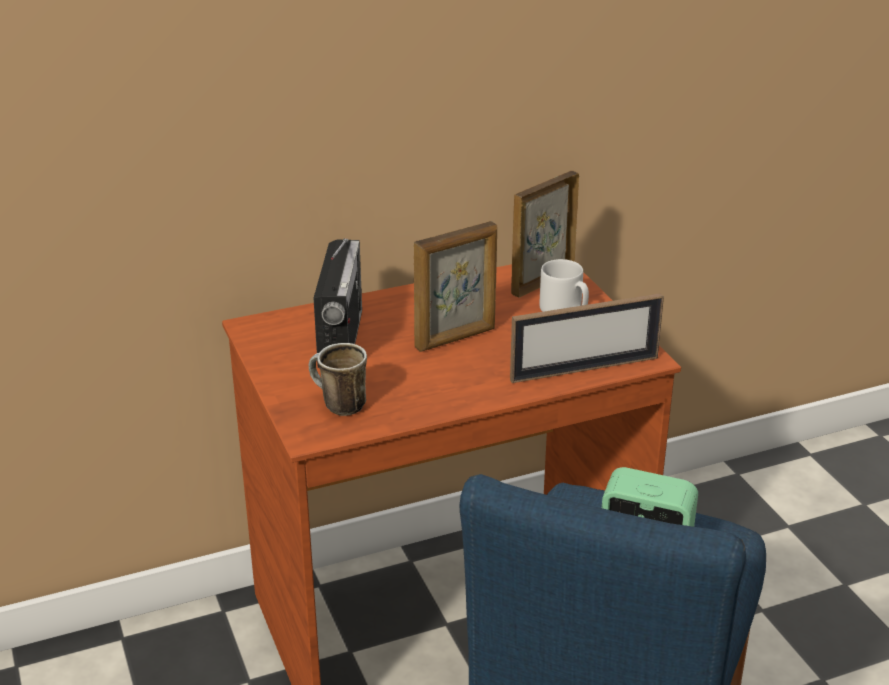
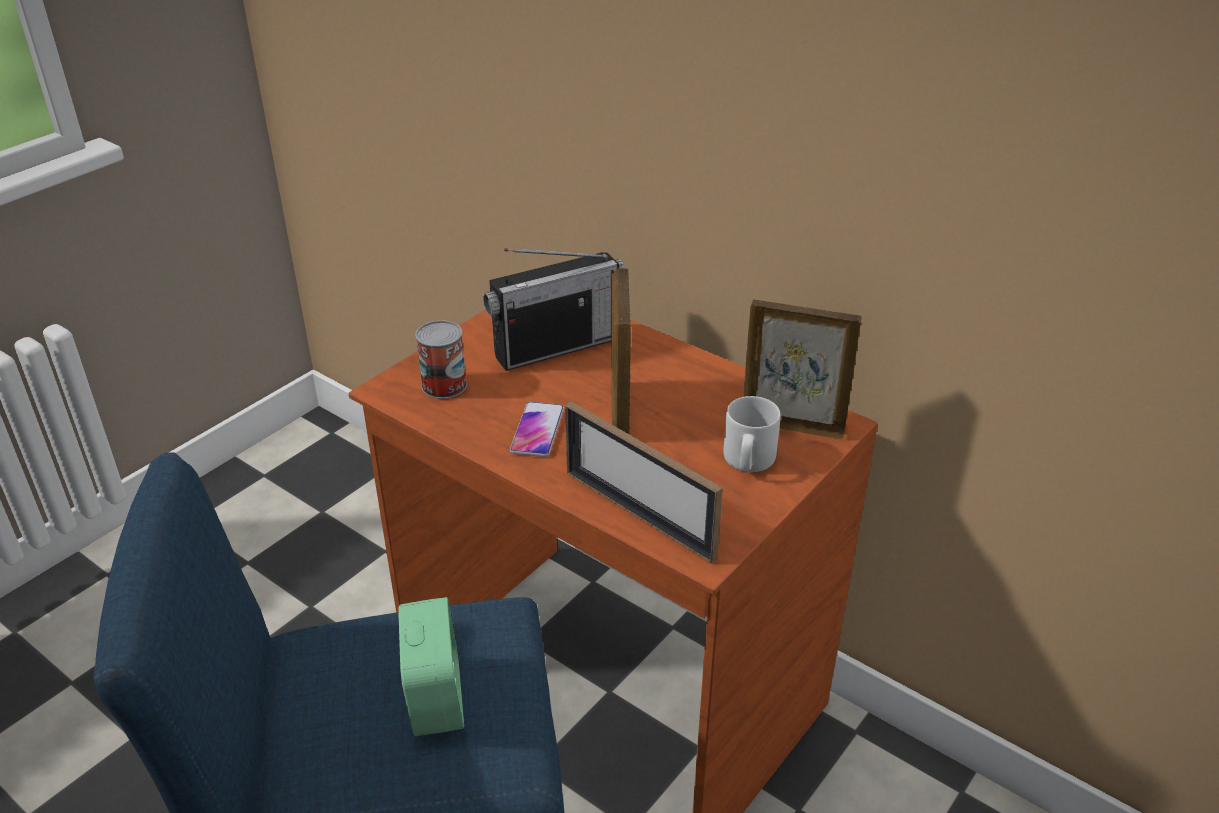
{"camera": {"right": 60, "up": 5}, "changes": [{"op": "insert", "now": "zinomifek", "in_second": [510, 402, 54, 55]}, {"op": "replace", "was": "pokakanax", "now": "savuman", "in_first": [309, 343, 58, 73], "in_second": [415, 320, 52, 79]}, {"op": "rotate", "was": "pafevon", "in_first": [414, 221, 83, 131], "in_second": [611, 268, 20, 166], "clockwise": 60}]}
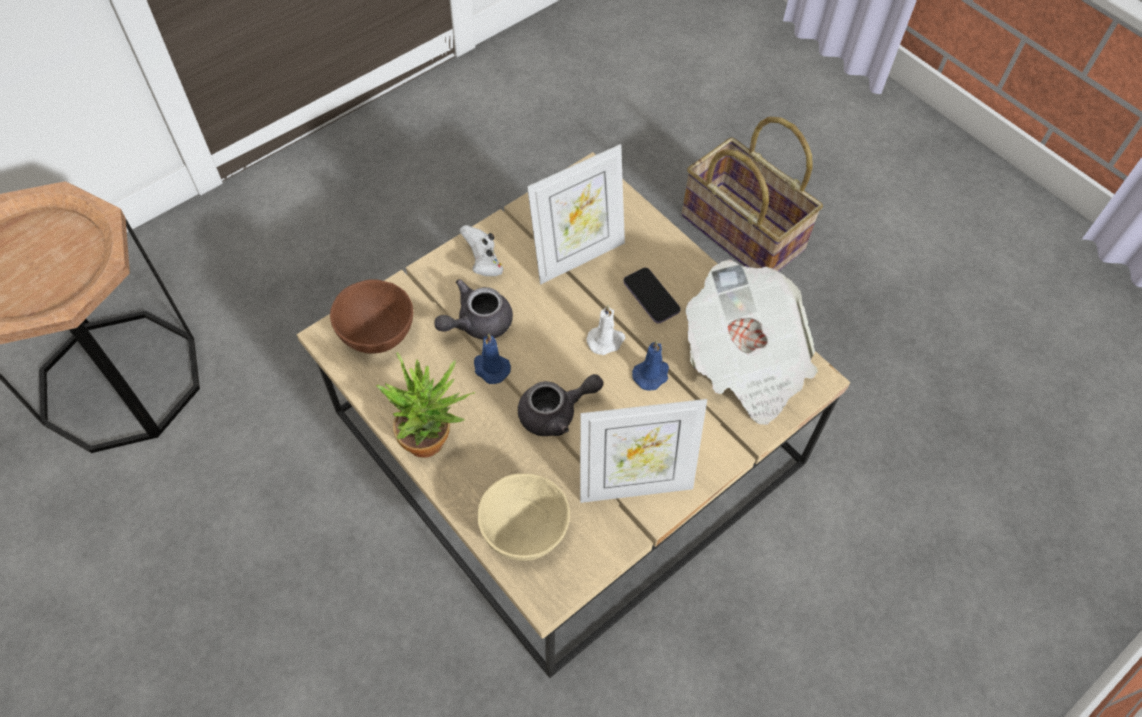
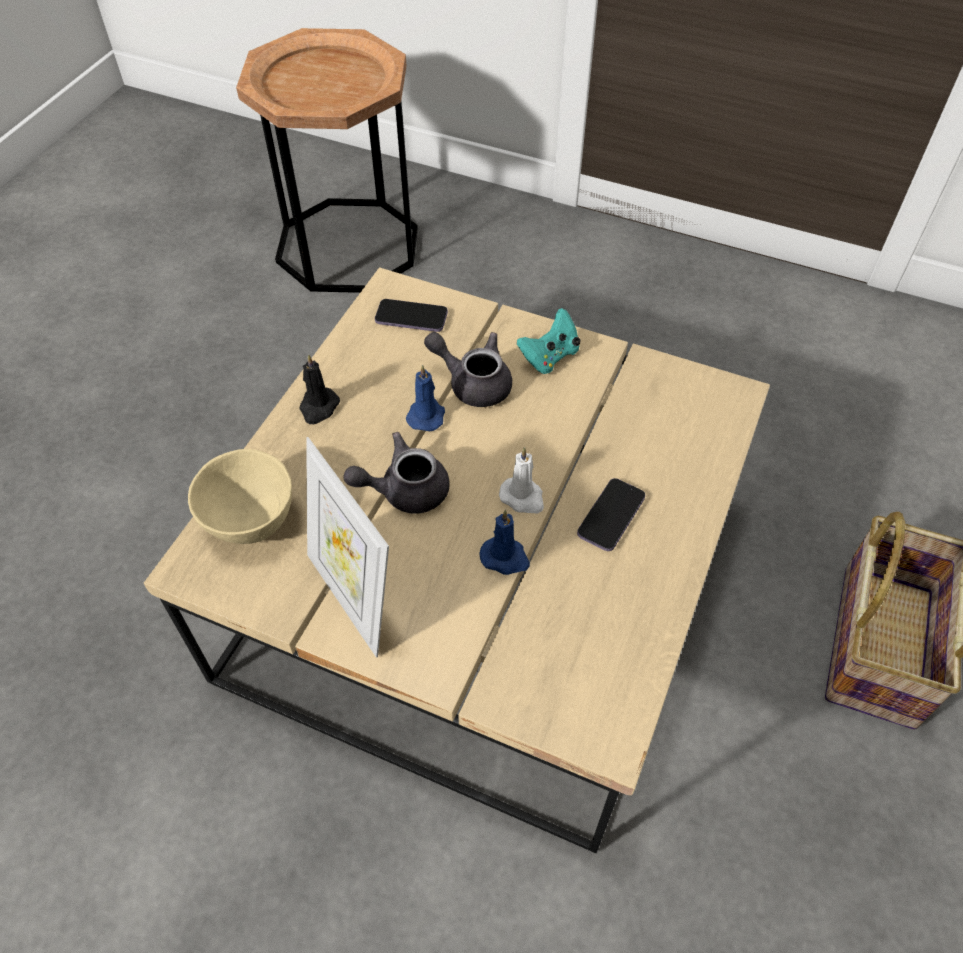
{"camera": {"right": 65, "up": -5}, "changes": [{"op": "delete", "was": "pafevon", "in_first": [527, 144, 98, 140]}, {"op": "delete", "was": "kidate", "in_first": [685, 259, 133, 166]}, {"op": "replace", "was": "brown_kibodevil", "now": "zinomifek", "in_first": [330, 279, 83, 75], "in_second": [375, 299, 73, 33]}, {"op": "replace", "was": "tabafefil", "now": "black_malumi", "in_first": [376, 352, 99, 106], "in_second": [299, 354, 41, 70]}, {"op": "recolor", "was": "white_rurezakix", "now": "turquoise_rurezakix", "in_first": [459, 225, 44, 51], "in_second": [517, 308, 63, 66]}, {"op": "rotate", "was": "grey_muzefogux", "in_first": [518, 374, 85, 62], "in_second": [343, 432, 107, 82], "clockwise": 120}]}
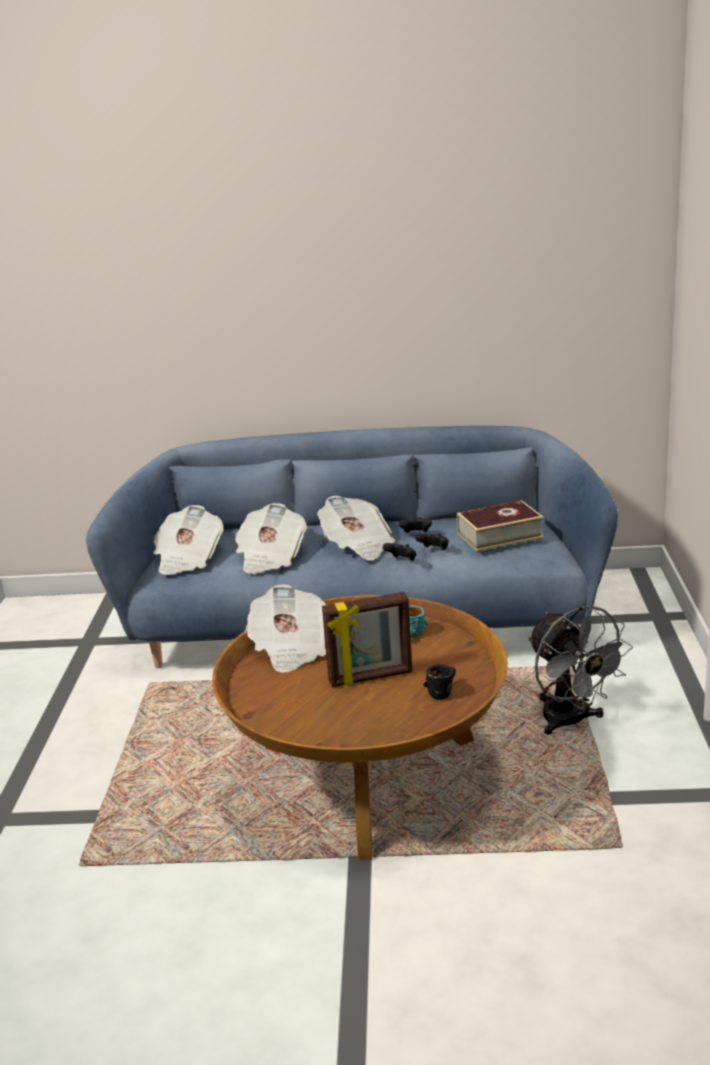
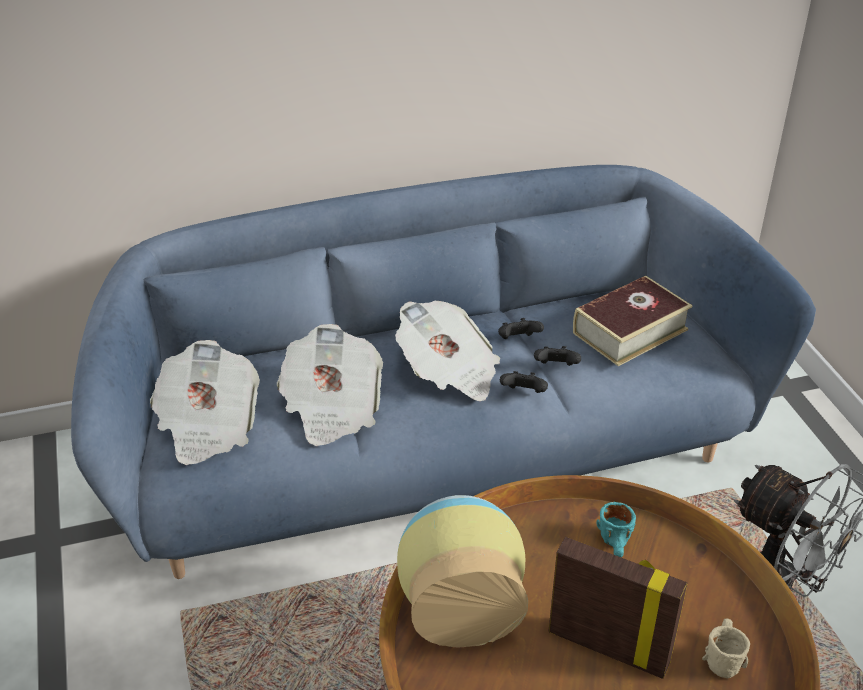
{"camera": {"right": -20, "up": 15}, "changes": [{"op": "replace", "was": "kidate", "now": "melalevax", "in_first": [245, 585, 81, 88], "in_second": [397, 495, 131, 153]}, {"op": "recolor", "was": "black_pokakanax", "now": "beige_pokakanax", "in_first": [424, 664, 32, 36], "in_second": [702, 618, 48, 60]}, {"op": "rotate", "was": "pafevon", "in_first": [322, 592, 90, 95], "in_second": [548, 537, 140, 142], "clockwise": -120}]}
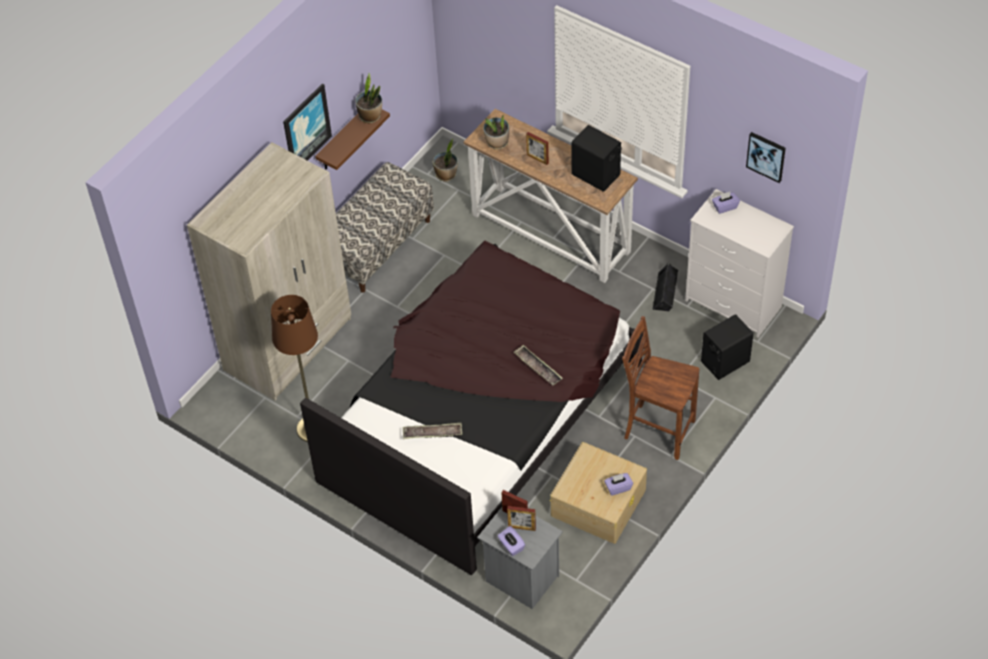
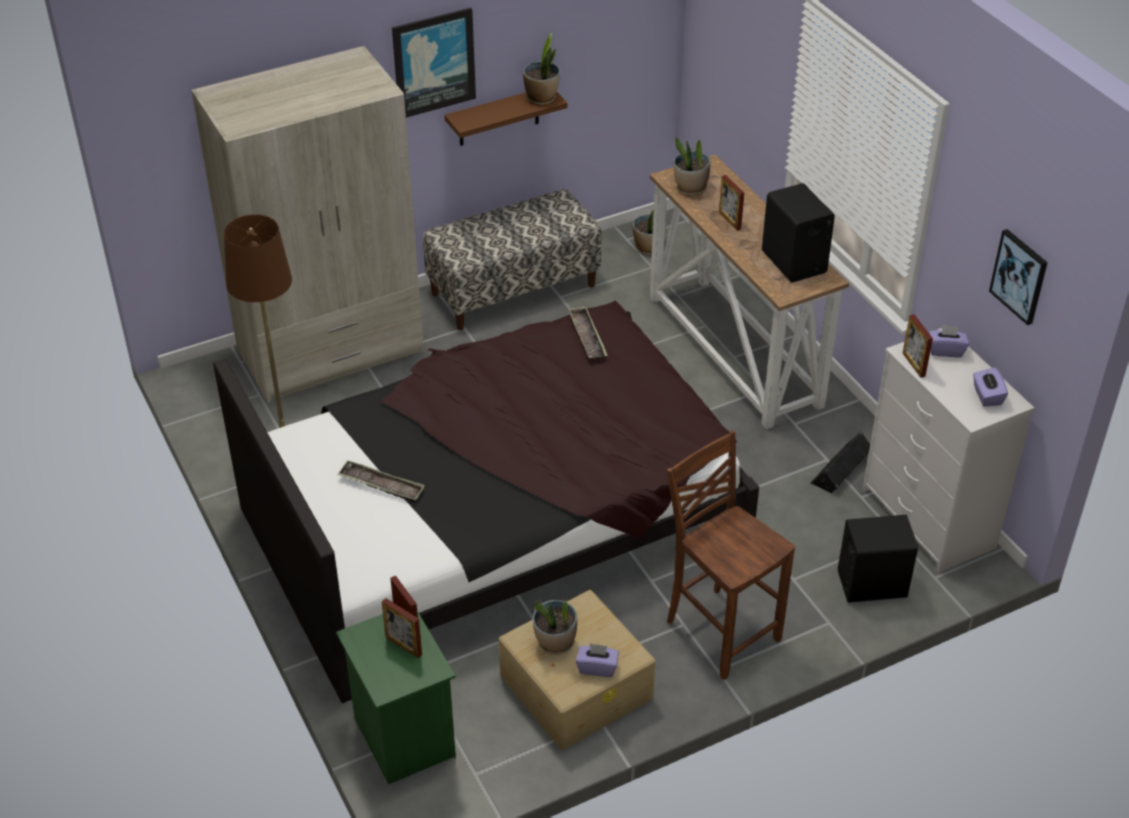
{"camera": {"right": 25, "up": -10}, "changes": [{"op": "insert", "now": "tabafefil", "in_second": [533, 600, 44, 55]}, {"op": "insert", "now": "pafevon", "in_second": [903, 314, 30, 64]}, {"op": "move", "was": "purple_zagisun", "in_first": [498, 526, 27, 30], "in_second": [973, 368, 35, 39]}, {"op": "move", "was": "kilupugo", "in_first": [514, 345, 49, 40], "in_second": [568, 307, 40, 52]}, {"op": "recolor", "was": "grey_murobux", "now": "green_murobux", "in_first": [477, 507, 86, 102], "in_second": [336, 611, 120, 173]}]}
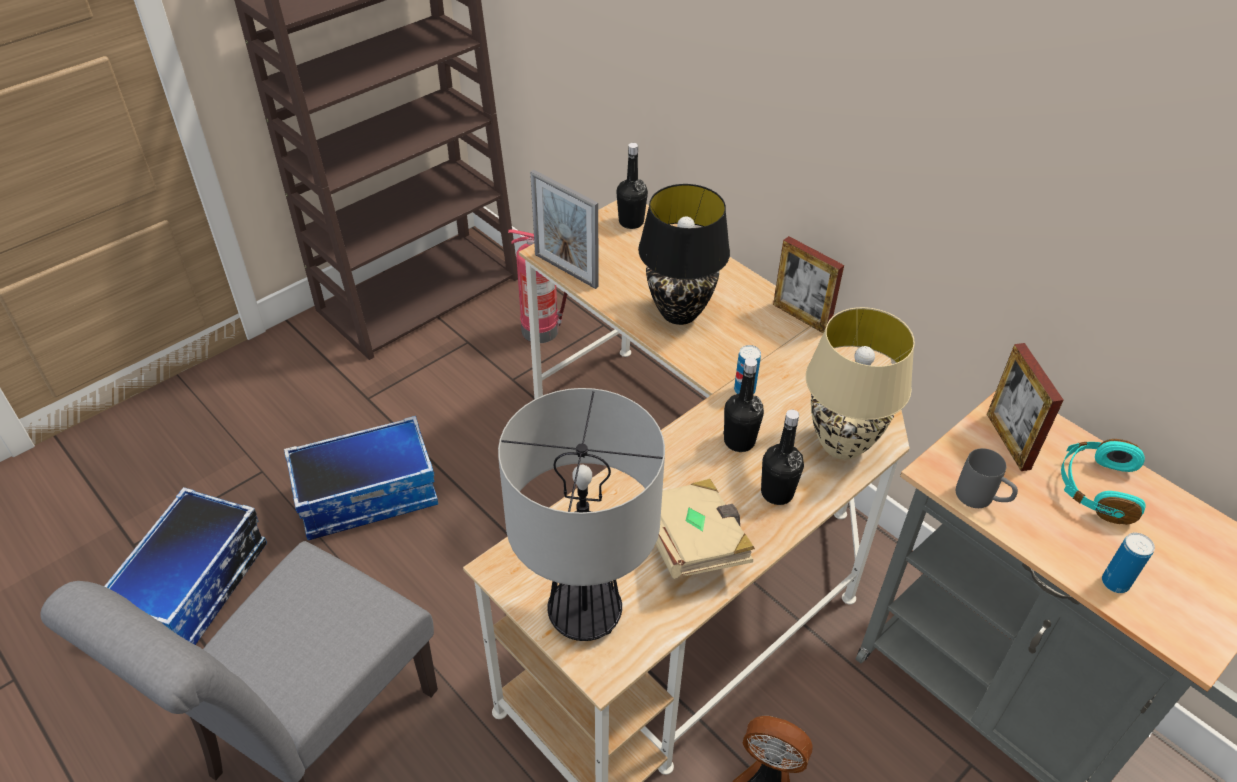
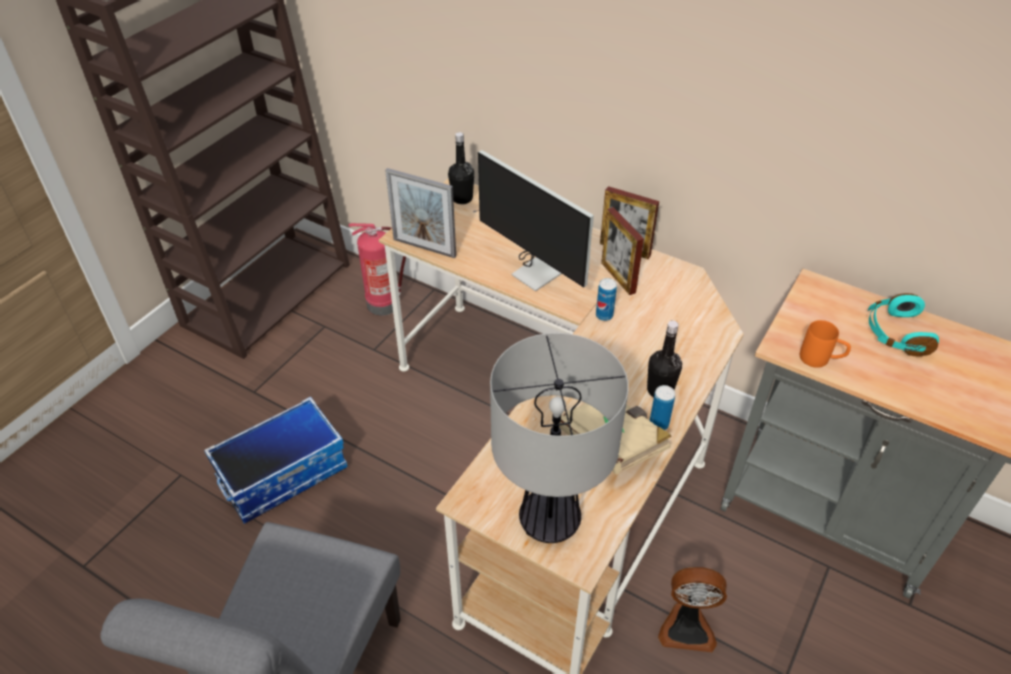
{"camera": {"right": -15, "up": 0}, "changes": [{"op": "delete", "was": "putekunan", "in_first": [104, 487, 163, 158]}, {"op": "delete", "was": "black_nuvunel", "in_first": [723, 358, 41, 94]}, {"op": "delete", "was": "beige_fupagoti", "in_first": [806, 307, 109, 153]}, {"op": "move", "was": "pafevon", "in_first": [987, 343, 77, 128], "in_second": [601, 207, 43, 88]}, {"op": "move", "was": "savuman", "in_first": [1102, 533, 53, 60], "in_second": [649, 385, 26, 45]}, {"op": "replace", "was": "black_fupagoti", "now": "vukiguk", "in_first": [638, 184, 92, 141], "in_second": [473, 150, 121, 142]}, {"op": "recolor", "was": "grey_pokakanax", "now": "orange_pokakanax", "in_first": [956, 448, 62, 60], "in_second": [800, 320, 51, 48]}]}
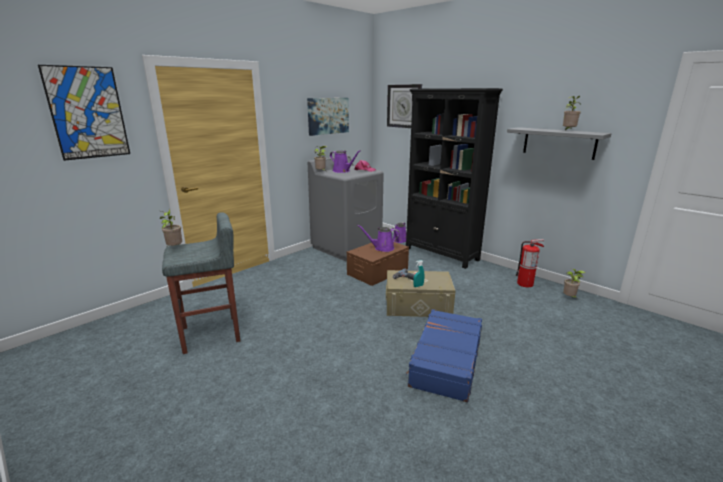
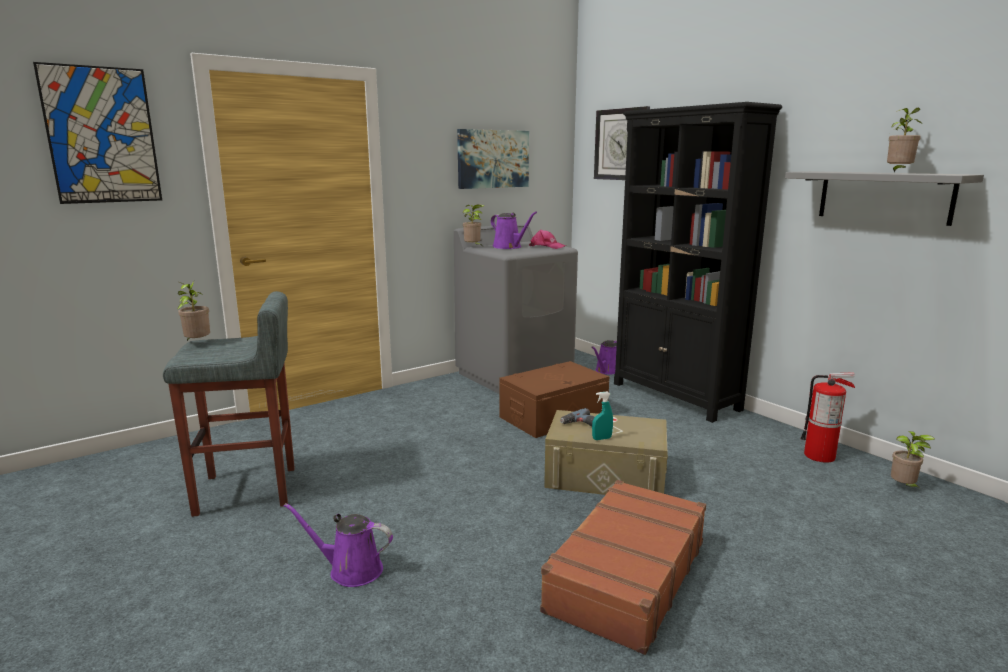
{"camera": {"right": 10, "up": -5}, "changes": [{"op": "move", "was": "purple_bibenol", "in_first": [357, 225, 43, 27], "in_second": [284, 503, 109, 84]}, {"op": "recolor", "was": "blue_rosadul", "now": "brown_rosadul", "in_first": [406, 309, 76, 93], "in_second": [540, 480, 166, 175]}]}
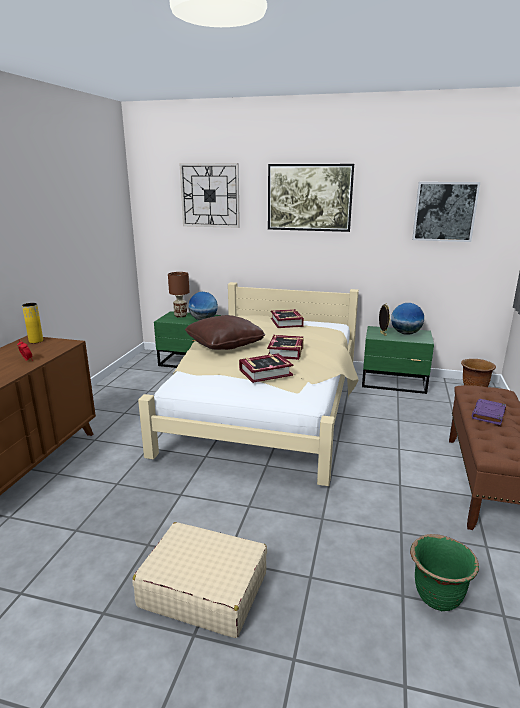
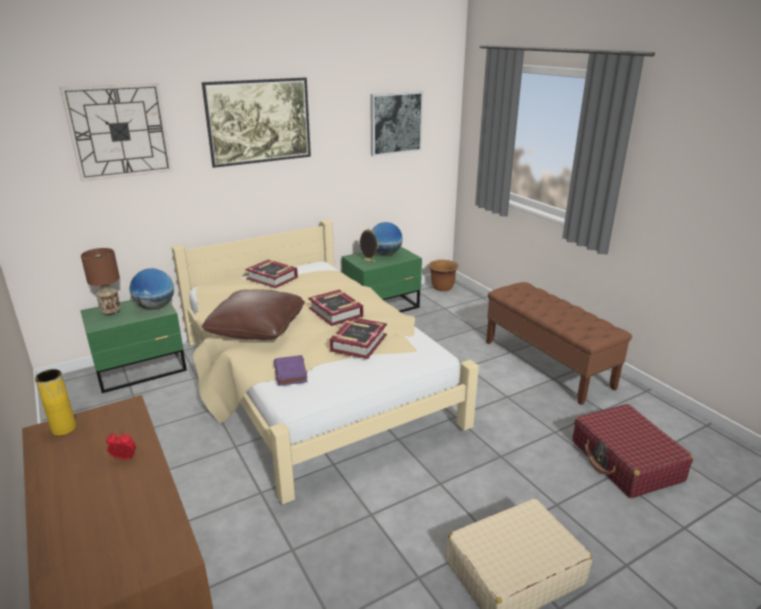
{"camera": {"right": -45, "up": 5}, "changes": [{"op": "move", "was": "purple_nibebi", "in_first": [472, 399, 34, 26], "in_second": [274, 355, 34, 31]}, {"op": "replace", "was": "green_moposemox", "now": "red_rosadul", "in_first": [410, 534, 69, 77], "in_second": [573, 404, 120, 94]}]}
